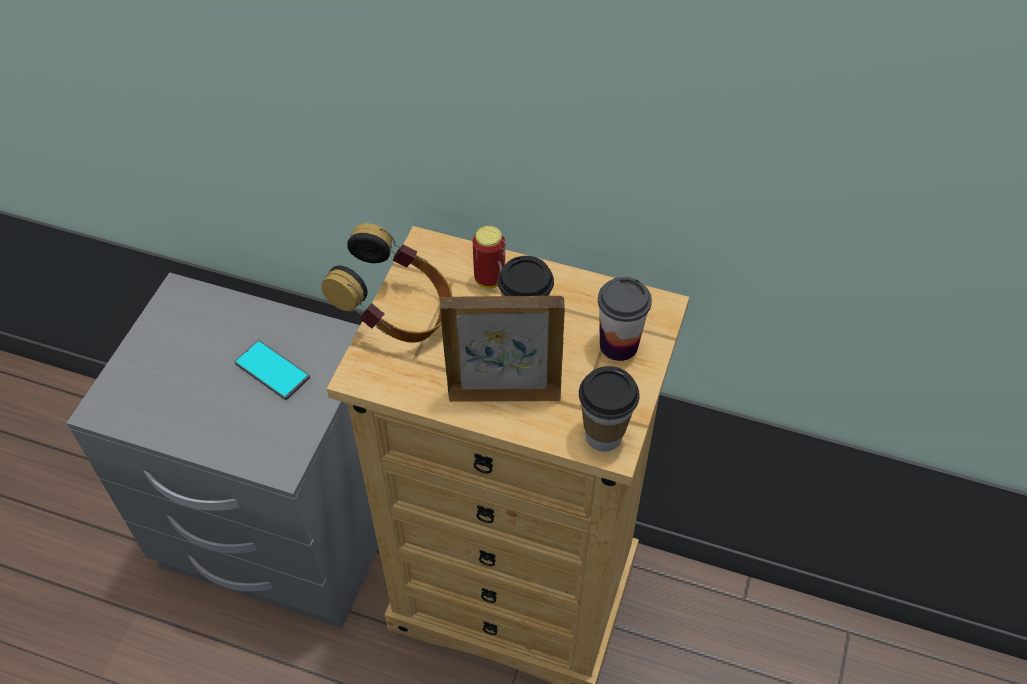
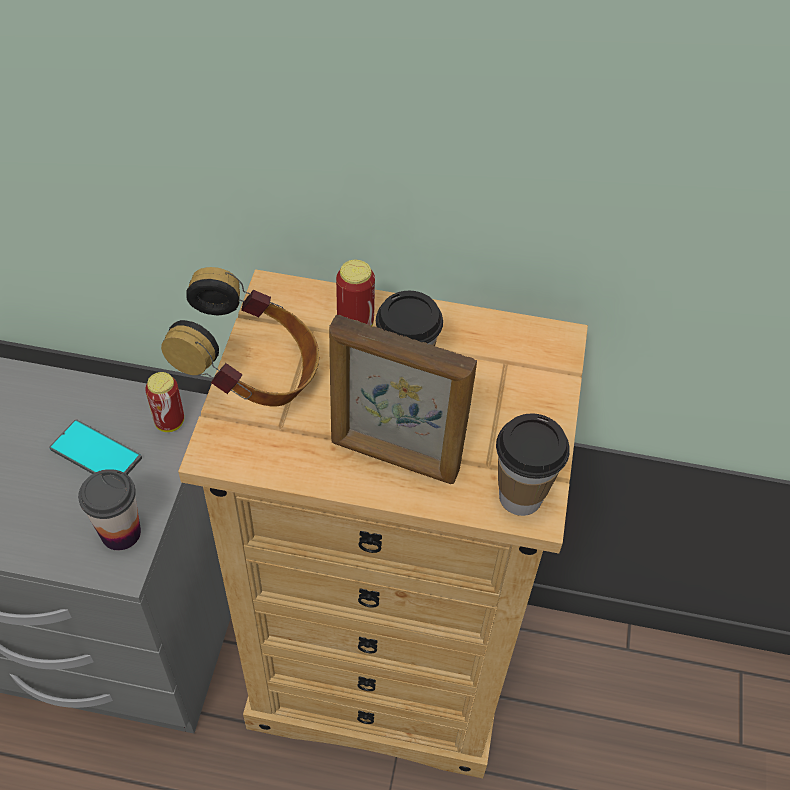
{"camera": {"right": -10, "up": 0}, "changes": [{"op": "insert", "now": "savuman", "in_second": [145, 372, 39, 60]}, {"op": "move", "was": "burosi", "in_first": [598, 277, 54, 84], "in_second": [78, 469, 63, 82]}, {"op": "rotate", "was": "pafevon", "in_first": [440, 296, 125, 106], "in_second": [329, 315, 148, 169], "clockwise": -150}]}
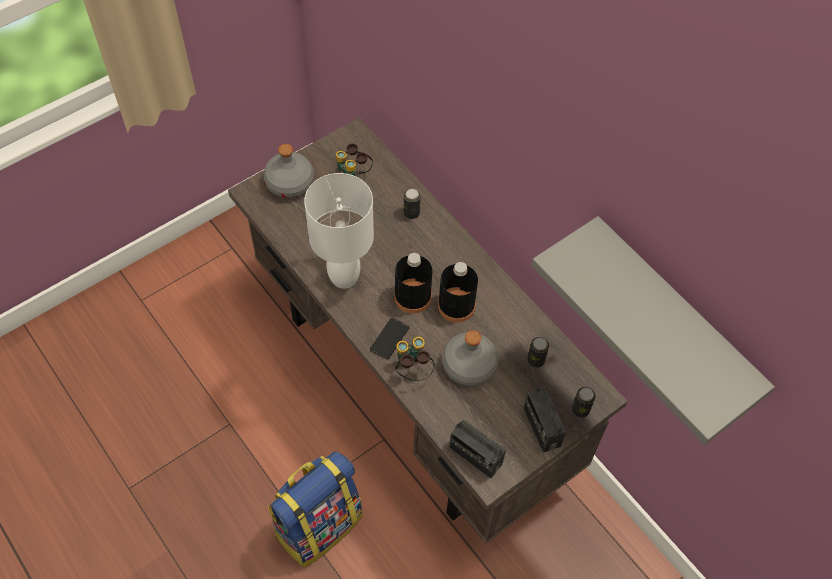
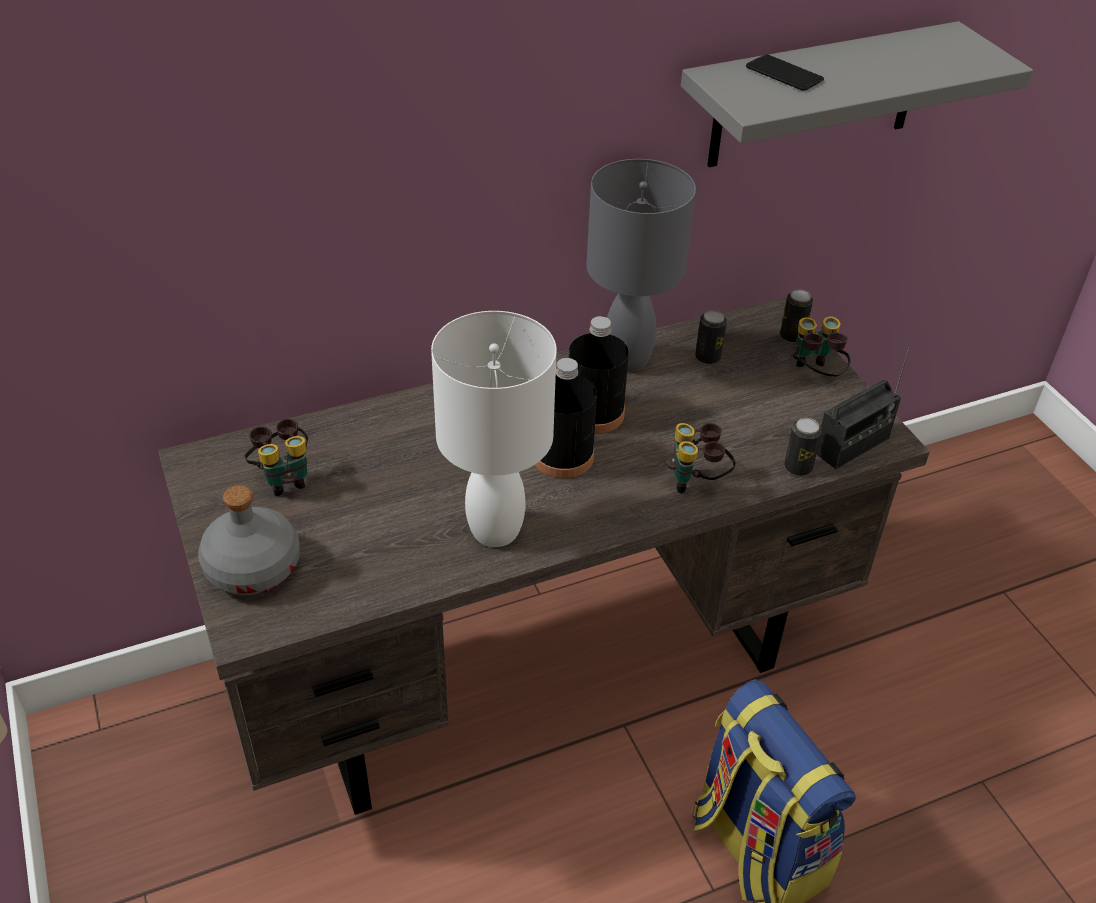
{"camera": {"right": -75, "up": -15}, "changes": [{"op": "delete", "was": "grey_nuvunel", "in_first": [442, 330, 56, 56]}, {"op": "insert", "now": "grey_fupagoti", "in_second": [586, 159, 110, 213]}, {"op": "move", "was": "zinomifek", "in_first": [370, 318, 39, 41], "in_second": [746, 55, 78, 36]}, {"op": "move", "was": "savuman", "in_first": [404, 189, 17, 30], "in_second": [784, 418, 38, 58]}, {"op": "replace", "was": "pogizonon", "now": "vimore", "in_first": [524, 387, 42, 66], "in_second": [793, 316, 57, 61]}]}
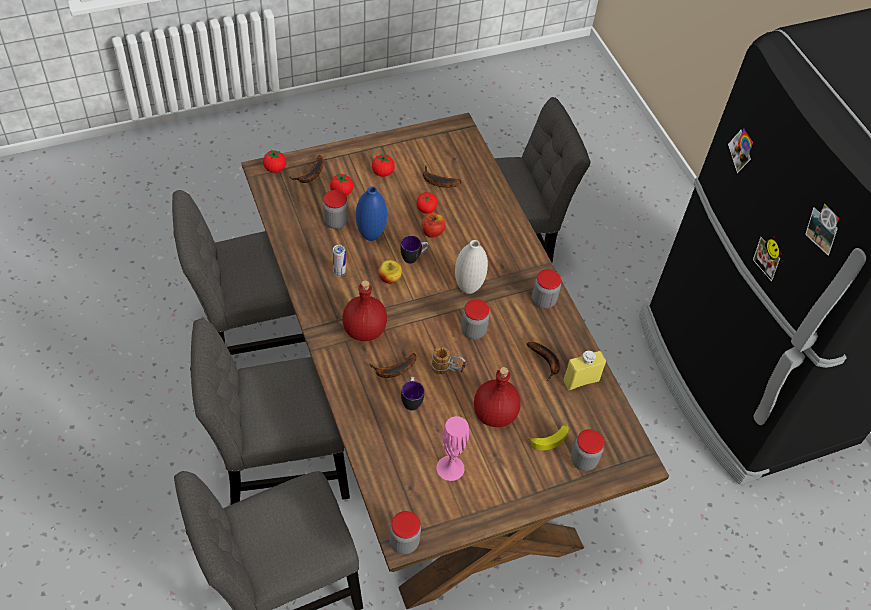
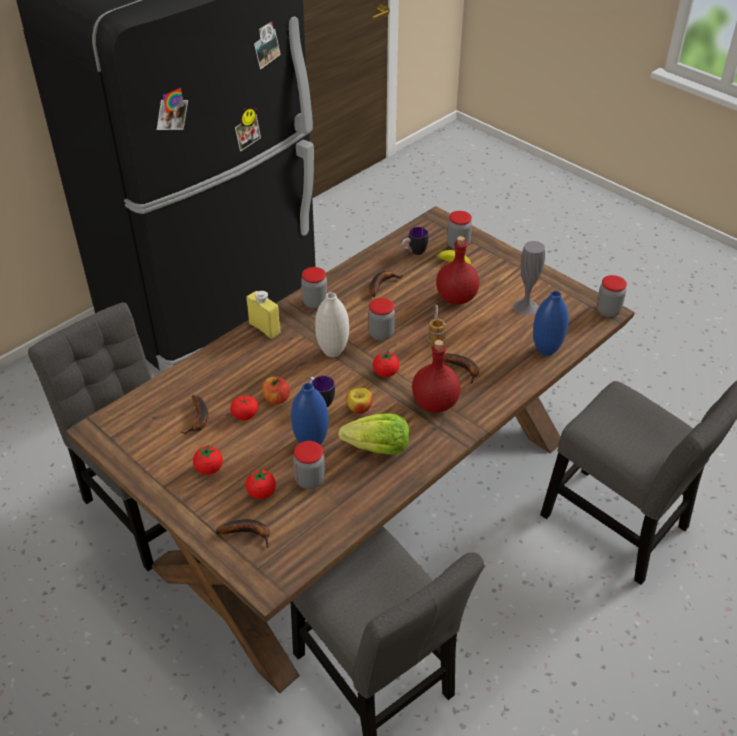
{"camera": {"right": -110, "up": -10}, "changes": [{"op": "delete", "was": "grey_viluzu", "in_first": [190, 319, 160, 186]}, {"op": "insert", "now": "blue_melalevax", "in_second": [533, 291, 36, 65]}, {"op": "move", "was": "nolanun", "in_first": [263, 149, 23, 24], "in_second": [373, 350, 26, 27]}, {"op": "move", "was": "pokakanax", "in_first": [401, 377, 23, 34], "in_second": [402, 227, 26, 28]}, {"op": "move", "was": "yellow_nuvunel", "in_first": [564, 351, 42, 39], "in_second": [246, 291, 34, 48]}, {"op": "replace", "was": "savuman", "now": "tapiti", "in_first": [333, 245, 13, 31], "in_second": [338, 413, 72, 42]}, {"op": "recolor", "was": "pink_melalevax", "now": "grey_melalevax", "in_first": [436, 416, 33, 65], "in_second": [513, 241, 32, 74]}]}
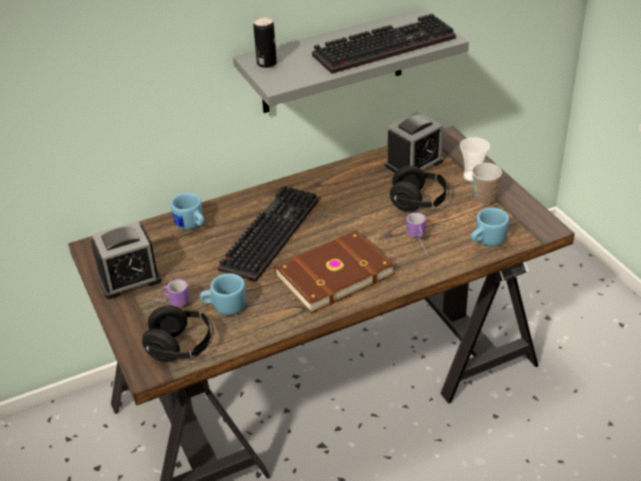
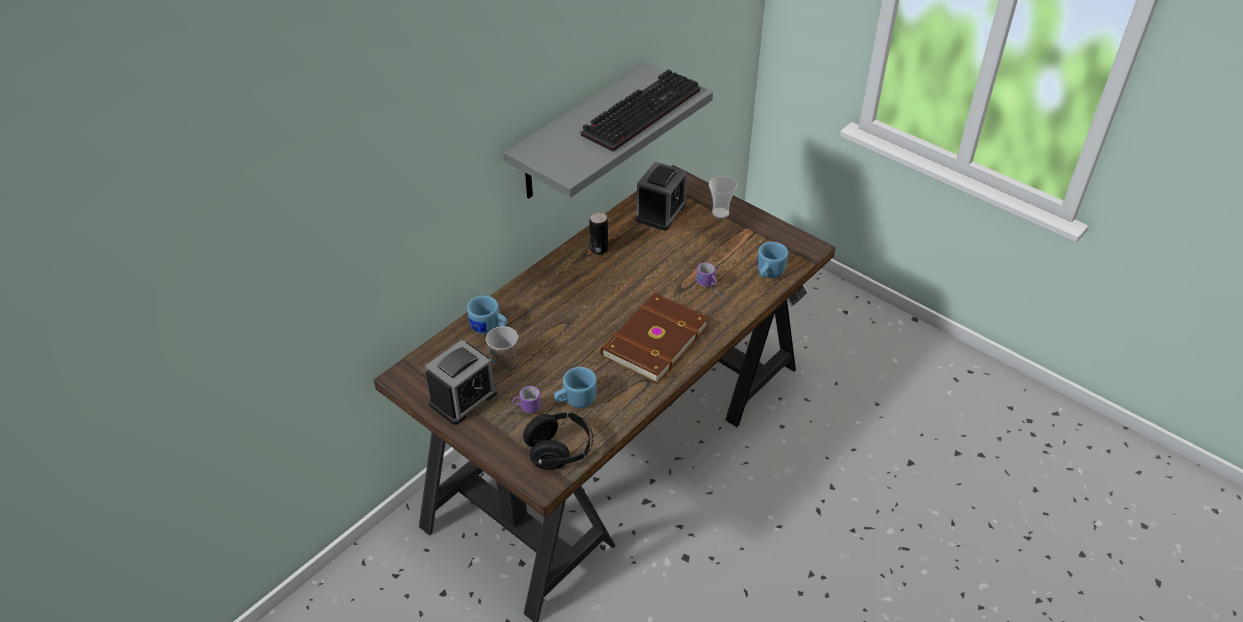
{"camera": {"right": -25, "up": 5}, "changes": [{"op": "delete", "was": "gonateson", "in_first": [218, 185, 101, 97]}, {"op": "delete", "was": "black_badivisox", "in_first": [390, 165, 59, 47]}, {"op": "move", "was": "savuman", "in_first": [253, 17, 24, 51], "in_second": [590, 212, 18, 43]}, {"op": "move", "was": "burosi", "in_first": [472, 163, 30, 42], "in_second": [486, 326, 32, 45]}]}
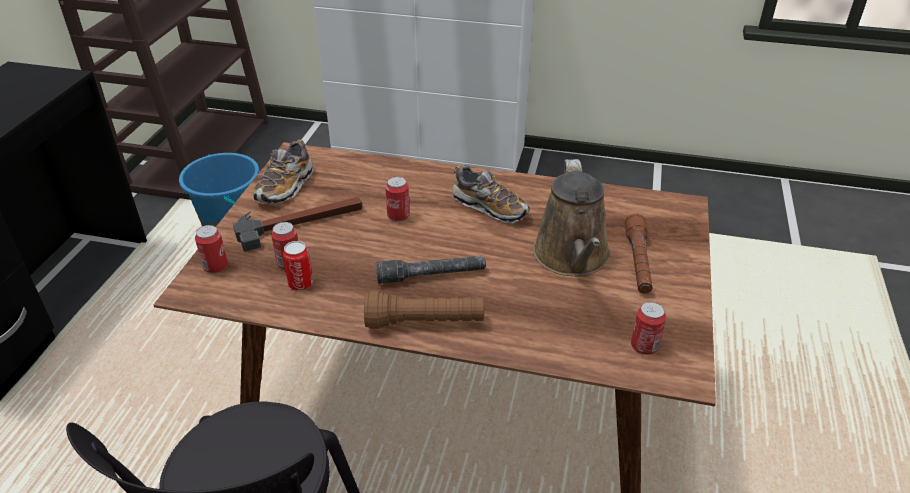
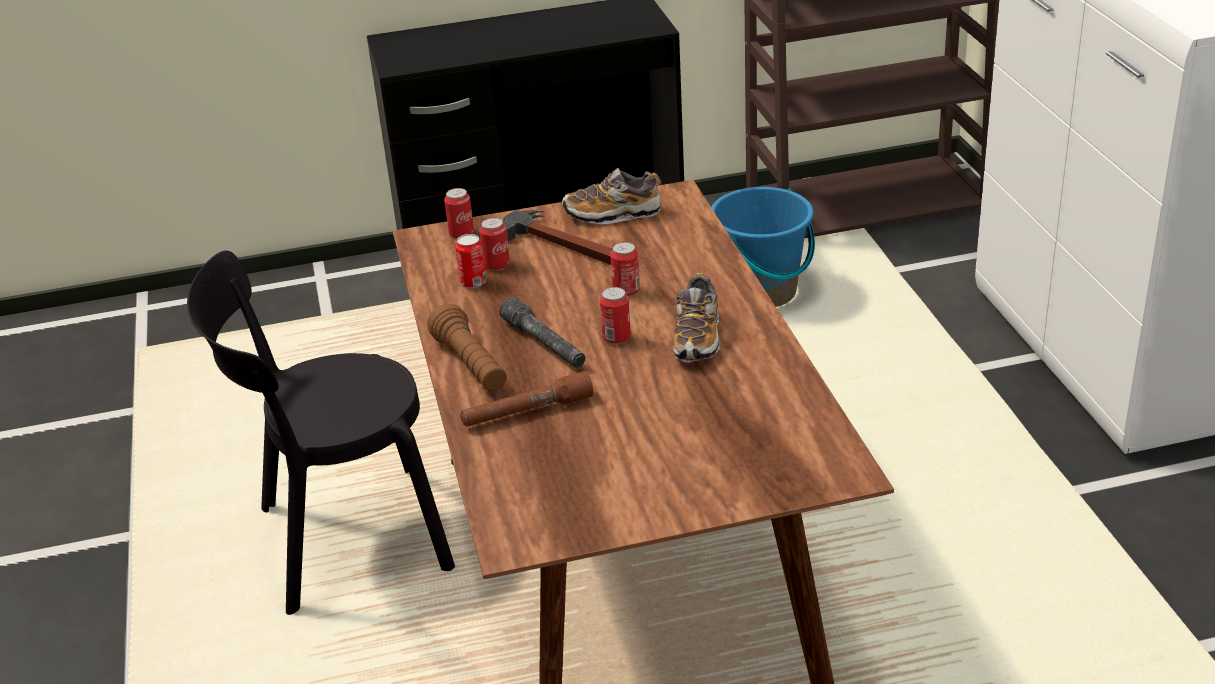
{"camera": {"right": 65, "up": -5}, "changes": [{"op": "delete", "was": "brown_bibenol", "in_first": [533, 159, 77, 117]}, {"op": "move", "was": "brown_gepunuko", "in_first": [625, 214, 27, 80], "in_second": [460, 371, 133, 56]}, {"op": "move", "was": "savuman", "in_first": [631, 302, 35, 53], "in_second": [600, 287, 31, 57]}]}
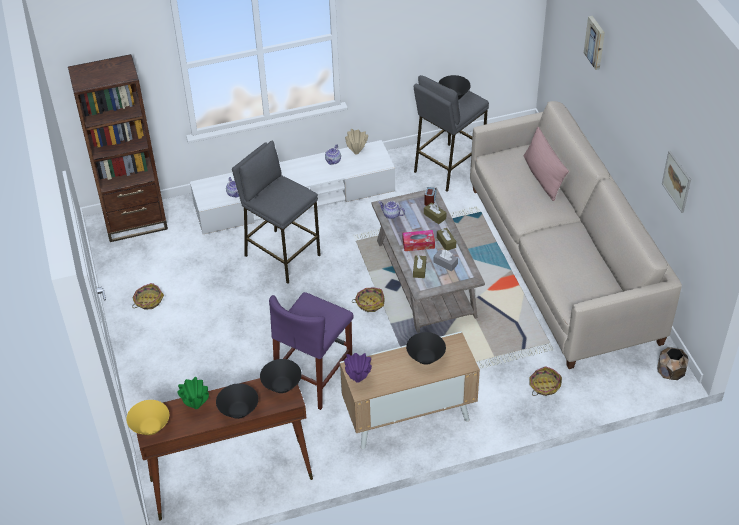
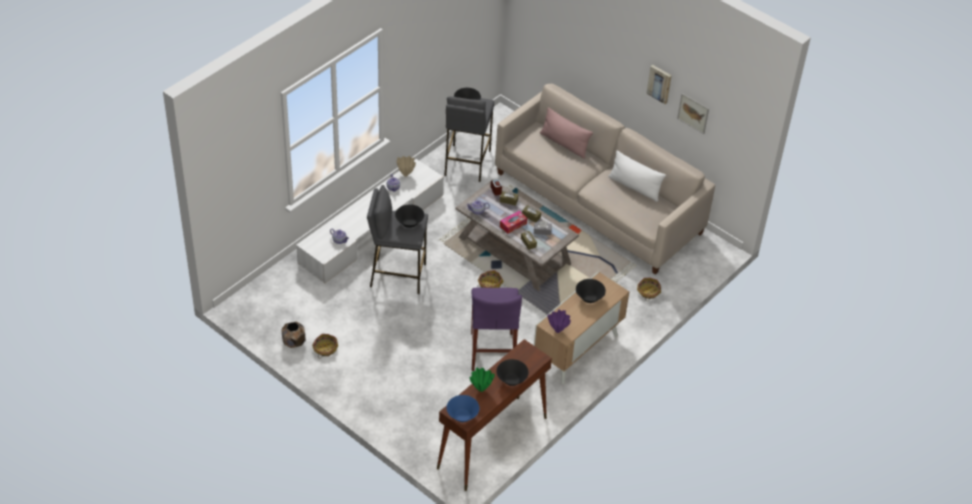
{"camera": {"right": -35, "up": 0}, "changes": [{"op": "delete", "was": "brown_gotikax", "in_first": [68, 54, 100, 188]}, {"op": "insert", "now": "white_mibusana", "in_second": [608, 151, 58, 51]}, {"op": "move", "was": "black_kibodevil", "in_first": [260, 359, 42, 34], "in_second": [395, 204, 29, 24]}, {"op": "move", "was": "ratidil", "in_first": [584, 16, 21, 54], "in_second": [646, 65, 26, 39]}, {"op": "move", "was": "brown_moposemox", "in_first": [657, 347, 31, 33], "in_second": [281, 321, 25, 27]}, {"op": "recolor", "was": "yellow_kibodevil", "now": "blue_kibodevil", "in_first": [126, 400, 43, 35], "in_second": [446, 395, 33, 27]}]}
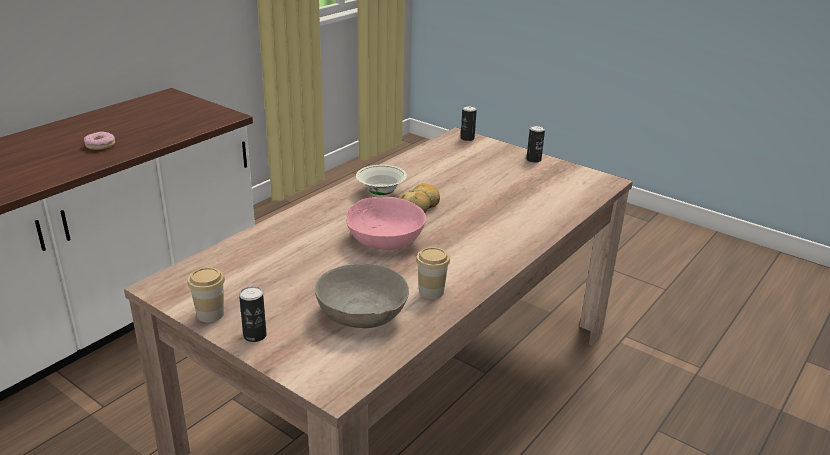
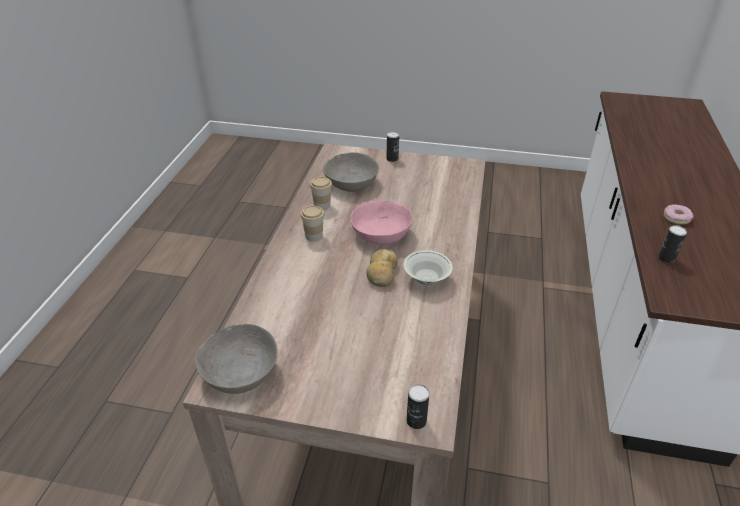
{"camera": {"right": 155, "up": 10}, "changes": [{"op": "insert", "now": "grey_kibodevil", "in_second": [195, 324, 83, 70]}, {"op": "move", "was": "burosi", "in_first": [188, 267, 37, 55], "in_second": [301, 205, 23, 37]}, {"op": "move", "was": "savuman", "in_first": [526, 125, 19, 38], "in_second": [658, 225, 29, 39]}]}
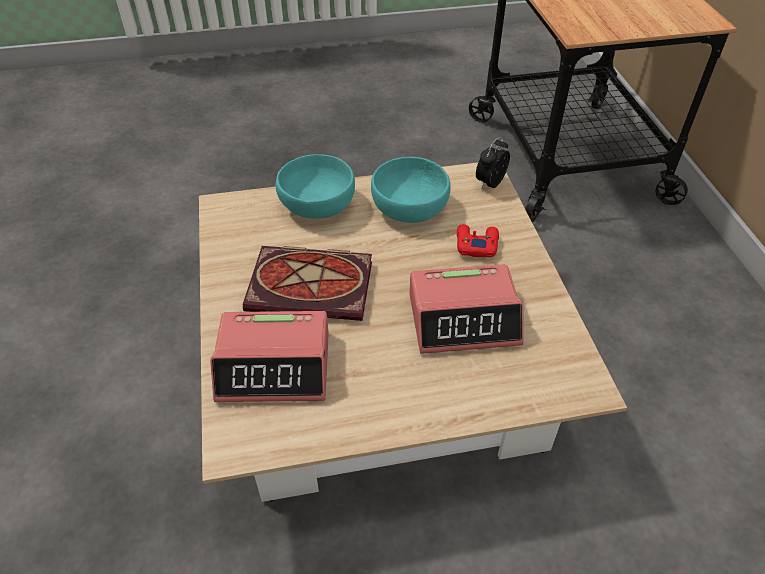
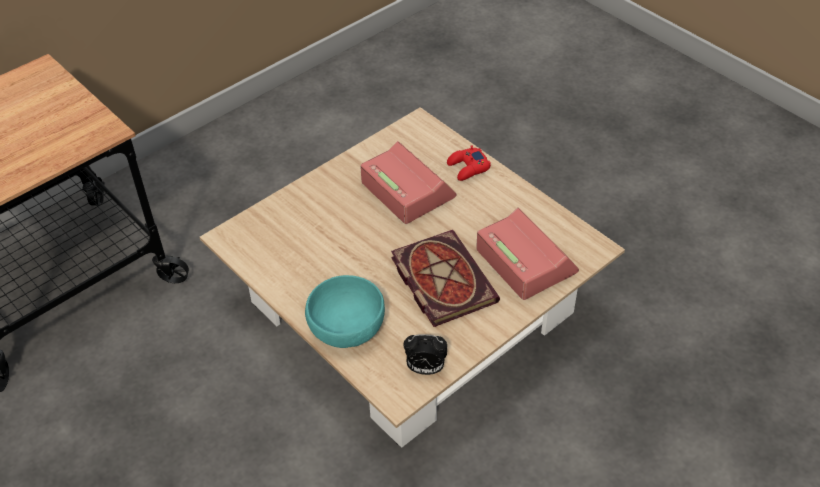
{"camera": {"right": -120, "up": 0}, "changes": [{"op": "delete", "was": "turquoise_kibodevil", "in_first": [371, 157, 80, 66]}, {"op": "move", "was": "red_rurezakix", "in_first": [457, 224, 42, 34], "in_second": [447, 145, 44, 36]}, {"op": "move", "was": "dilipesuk", "in_first": [476, 137, 34, 53], "in_second": [403, 334, 44, 41]}]}
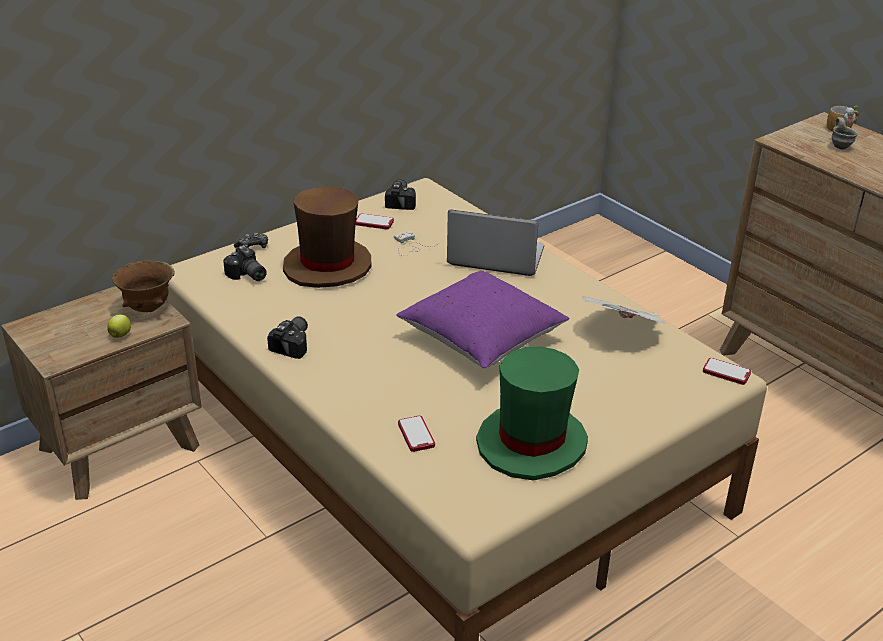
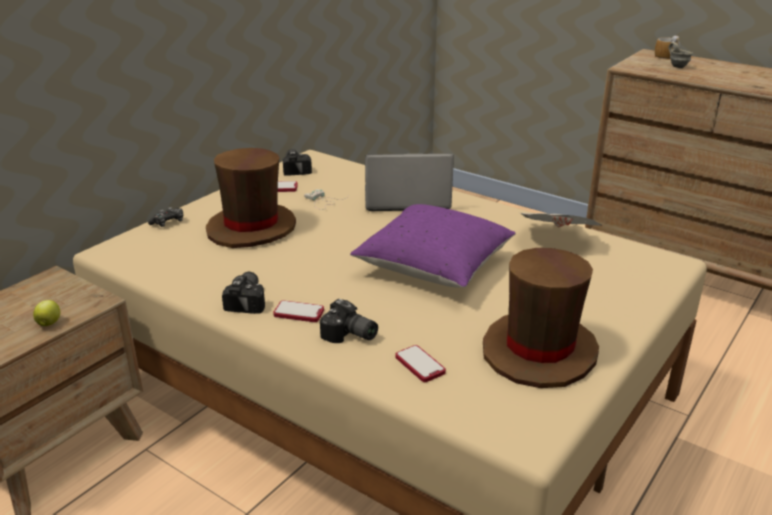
{"camera": {"right": -15, "up": -5}, "changes": [{"op": "delete", "was": "brown_kibodevil", "in_first": [112, 260, 63, 52]}, {"op": "move", "was": "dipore", "in_first": [223, 245, 44, 36], "in_second": [320, 299, 58, 44]}, {"op": "move", "was": "zinomifek", "in_first": [703, 358, 48, 27], "in_second": [273, 300, 51, 22]}, {"op": "recolor", "was": "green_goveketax", "now": "brown_goveketax", "in_first": [476, 346, 112, 134], "in_second": [483, 248, 116, 140]}]}
